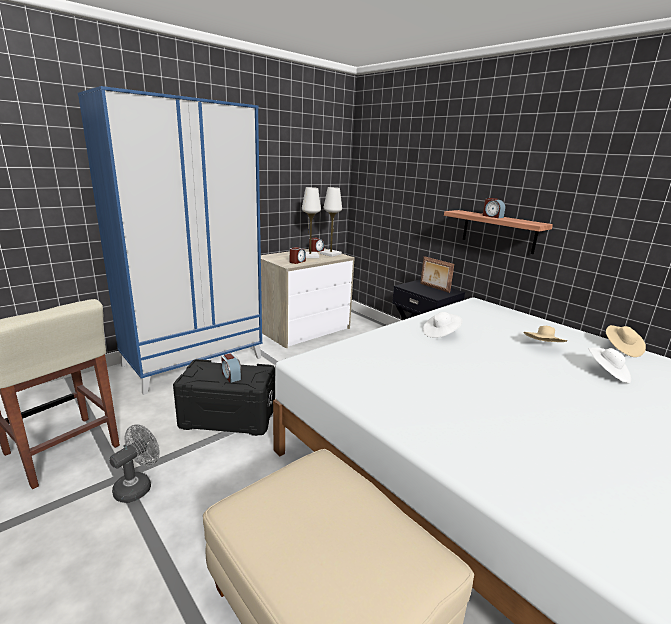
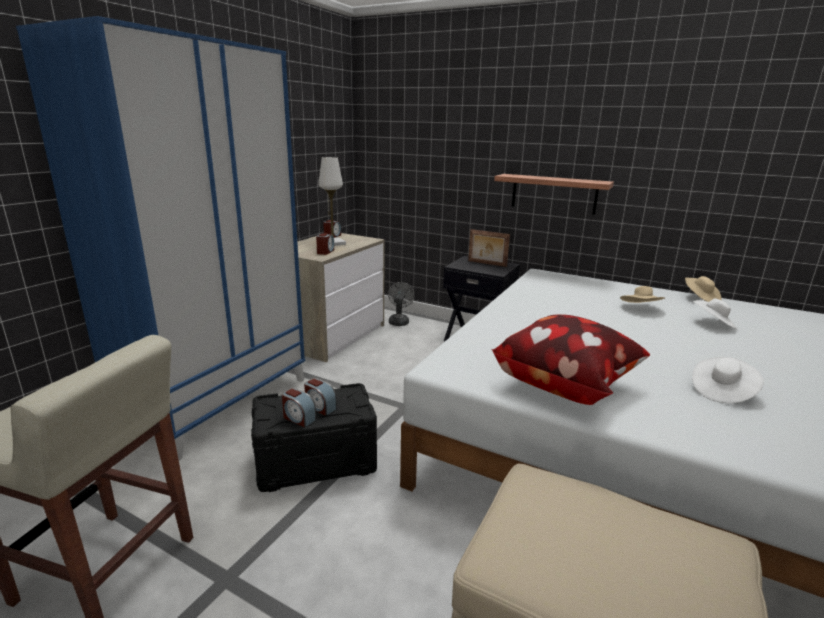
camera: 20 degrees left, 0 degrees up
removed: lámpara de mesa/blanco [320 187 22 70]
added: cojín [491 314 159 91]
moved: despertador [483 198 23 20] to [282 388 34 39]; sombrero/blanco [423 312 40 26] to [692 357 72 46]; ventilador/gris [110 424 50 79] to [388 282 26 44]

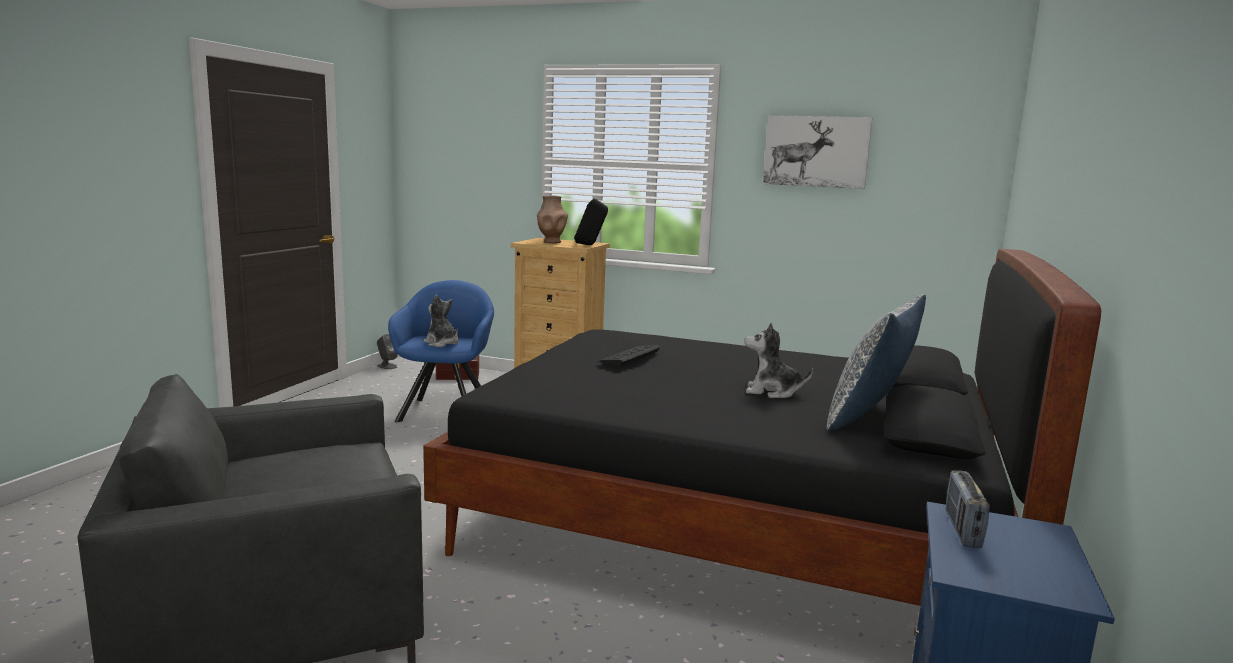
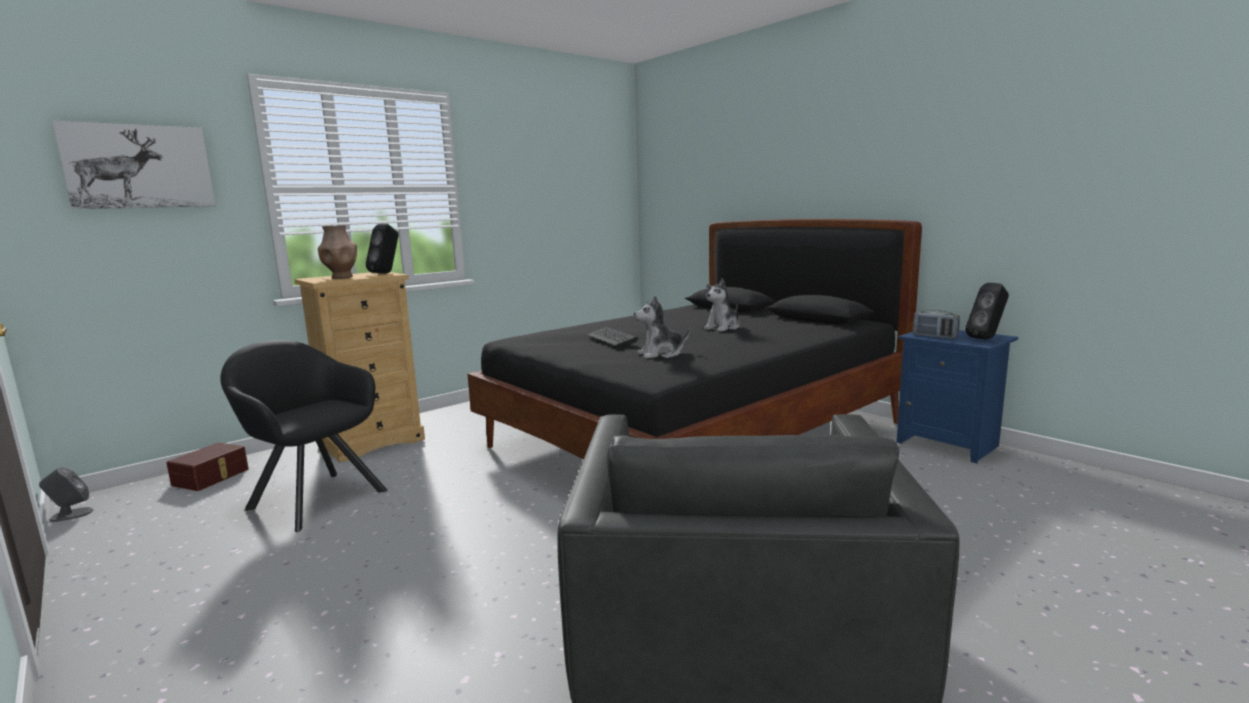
camera: 60 degrees left, 0 degrees up
removed: cojín [826 294 100 137]
added: altavoz/negro [965 283 44 56]
moved: cuadro [763 115 109 74] to [52 121 163 88]; peluche [423 294 36 53] to [634 295 56 64]
recoloured: sillón/azul [388 280 106 142] to sillón/negro [220 340 167 192]

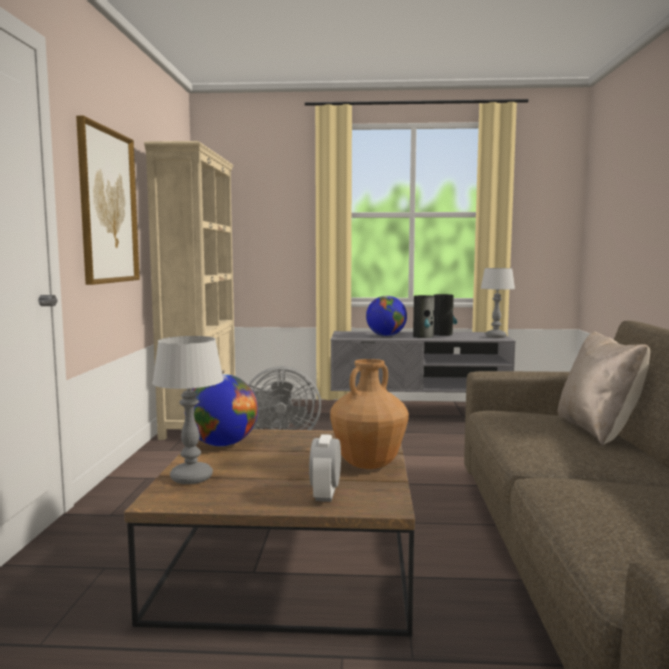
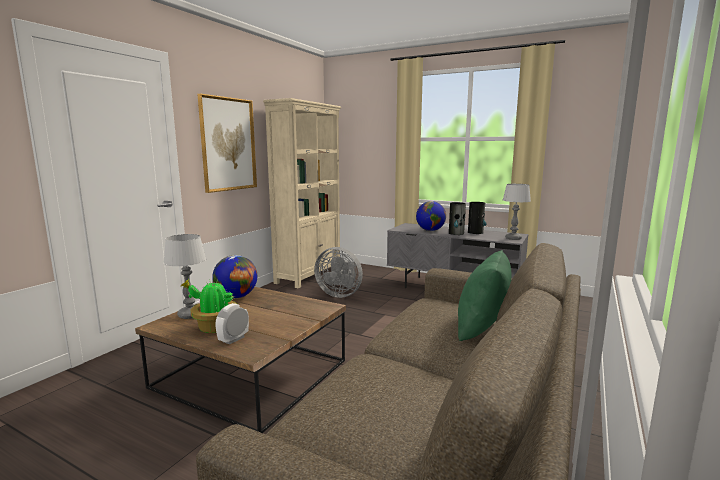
camera: 25 degrees right, 5 degrees up
removed: florero/marrón [330 359 79 110]
added: planta en maceta [181 279 56 54]
recoloured: cojín/beis [558 331 92 114] to cojín/verde [458 250 53 91]

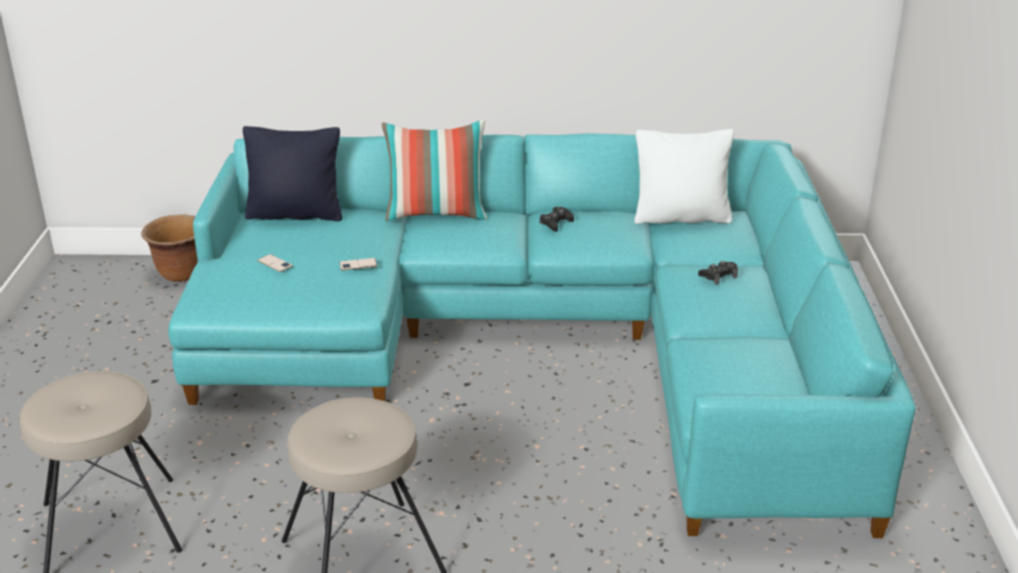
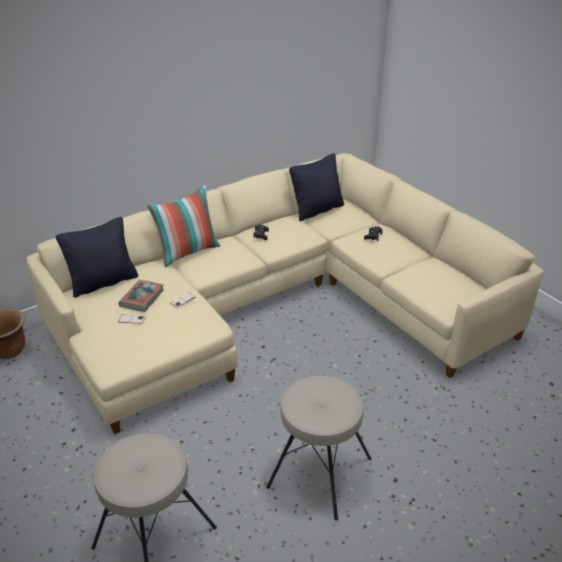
camera: 35 degrees left, 5 degrees up
added: libro [118 280 46 32]
recoloured: cojín/blanco [634 129 100 95] to cojín/negro [289 153 55 68]; sofá/turquesa [168 133 748 405] to sofá/beis [26 153 518 281]

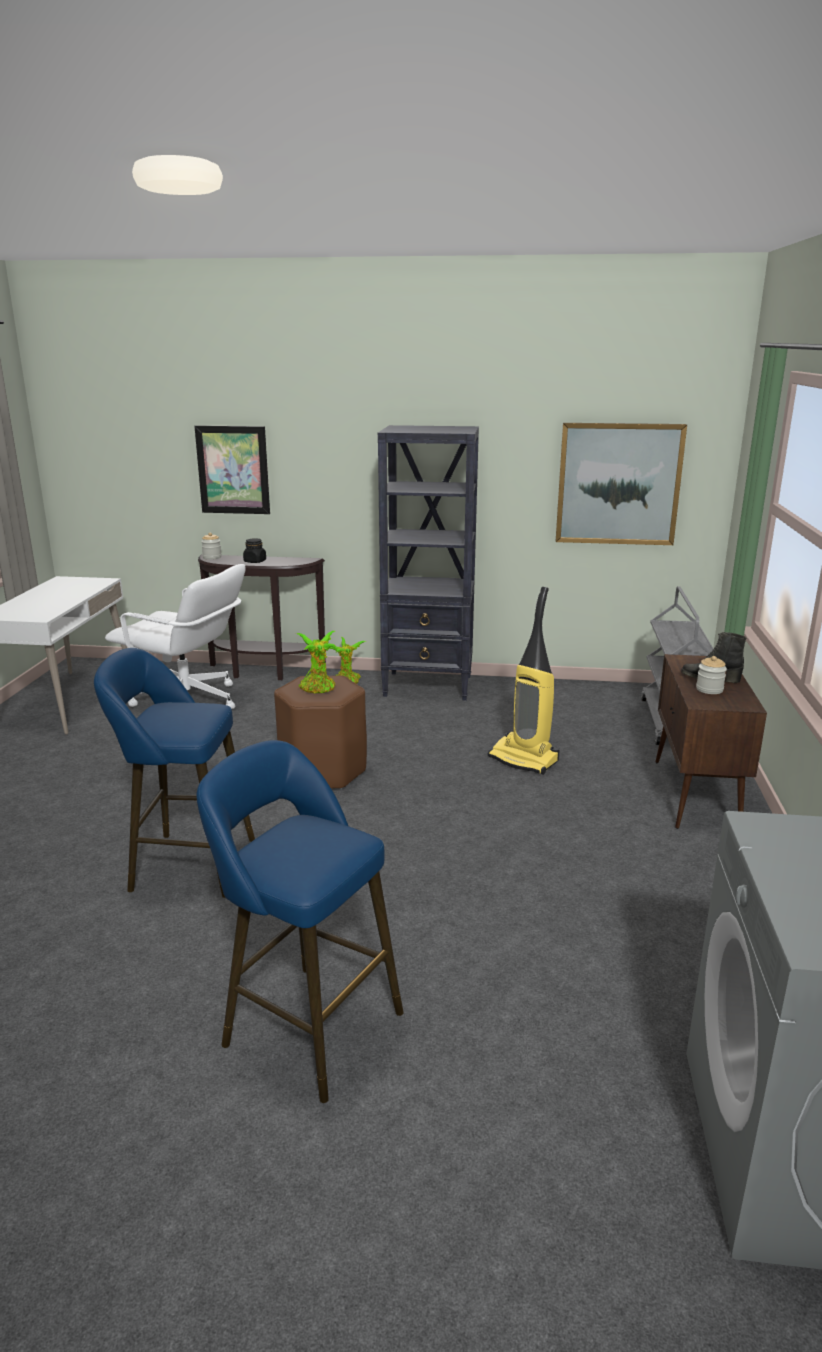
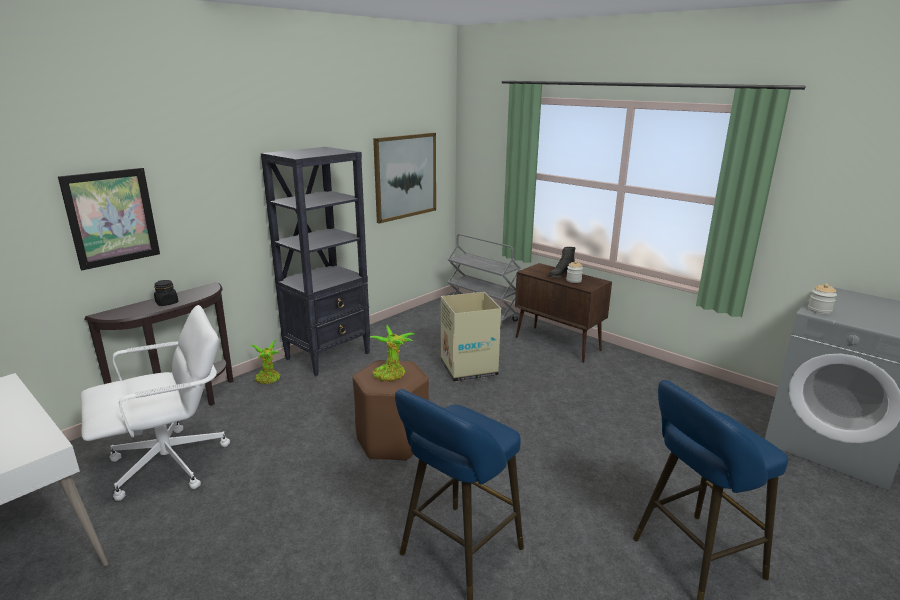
camera: 55 degrees left, 0 degrees up
moved: tarro [201 533 21 27] to [808 283 29 31]
replaced: aspiradora [488 587 72 188] to caja de cartón [441 292 60 90]

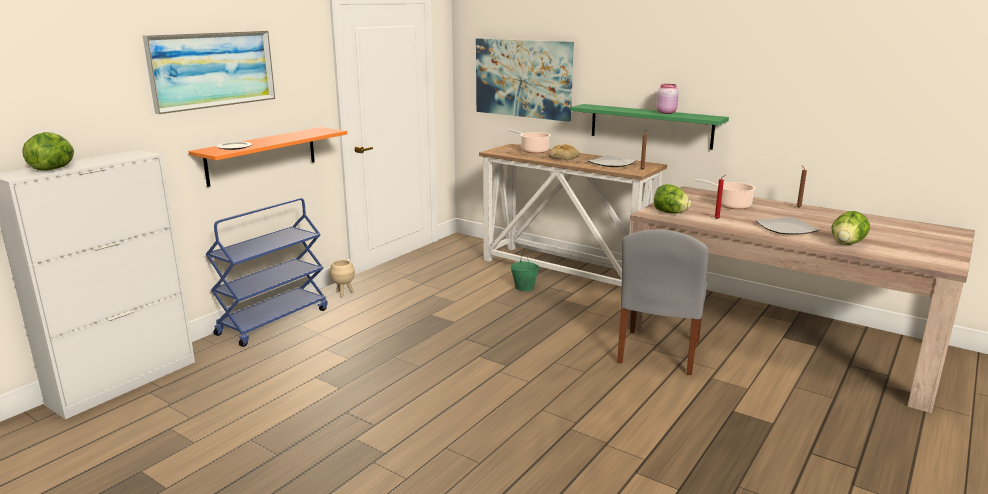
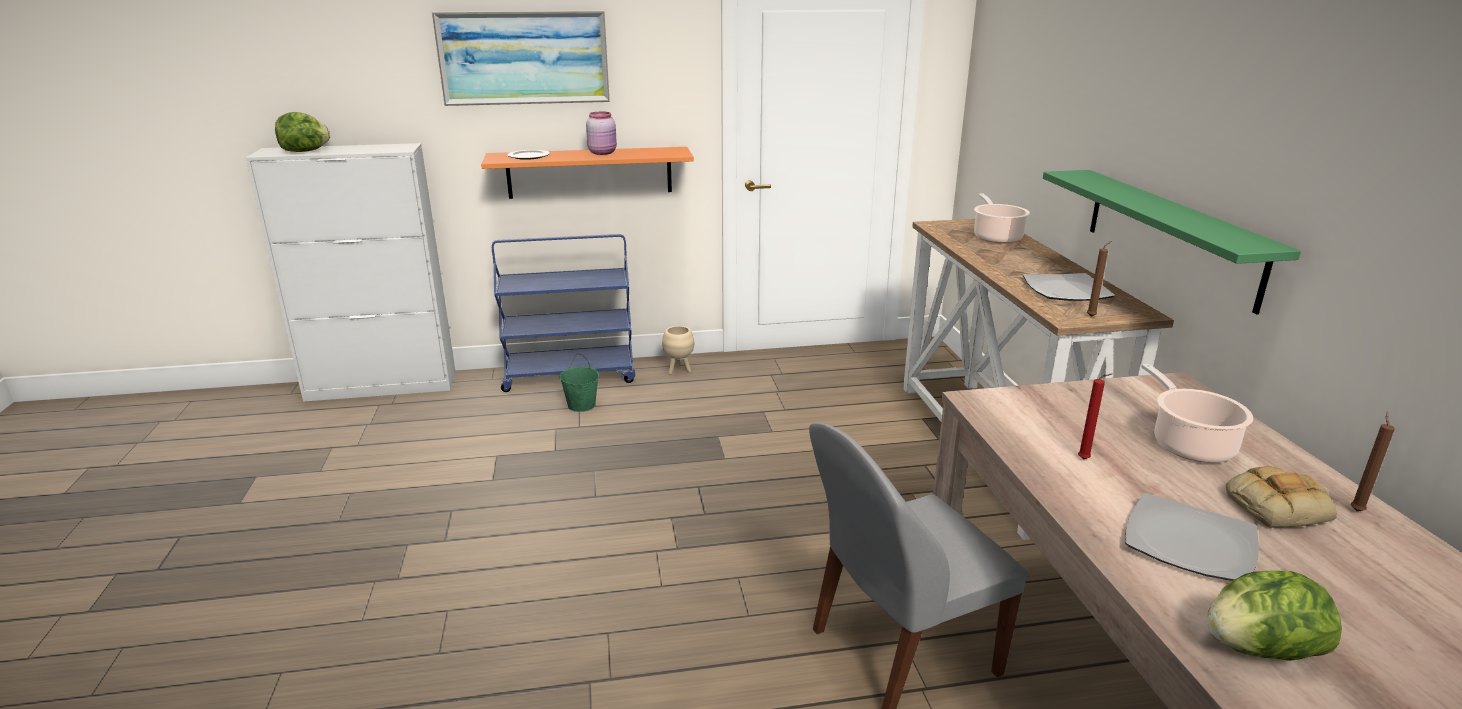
camera: 45 degrees right, 5 degrees up
removed: cuadro [476 38 98 84]; lechuga [654 184 37 30]
moved: tarro/rosa [656 84 23 30] to [586 112 31 43]; pan [549 144 31 16] to [1226 466 111 62]; cubo/verde [511 251 29 40] to [559 354 40 58]

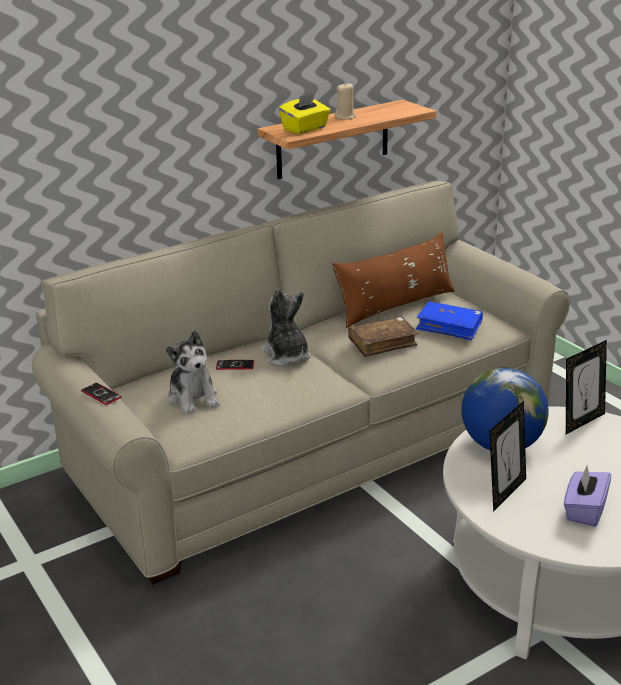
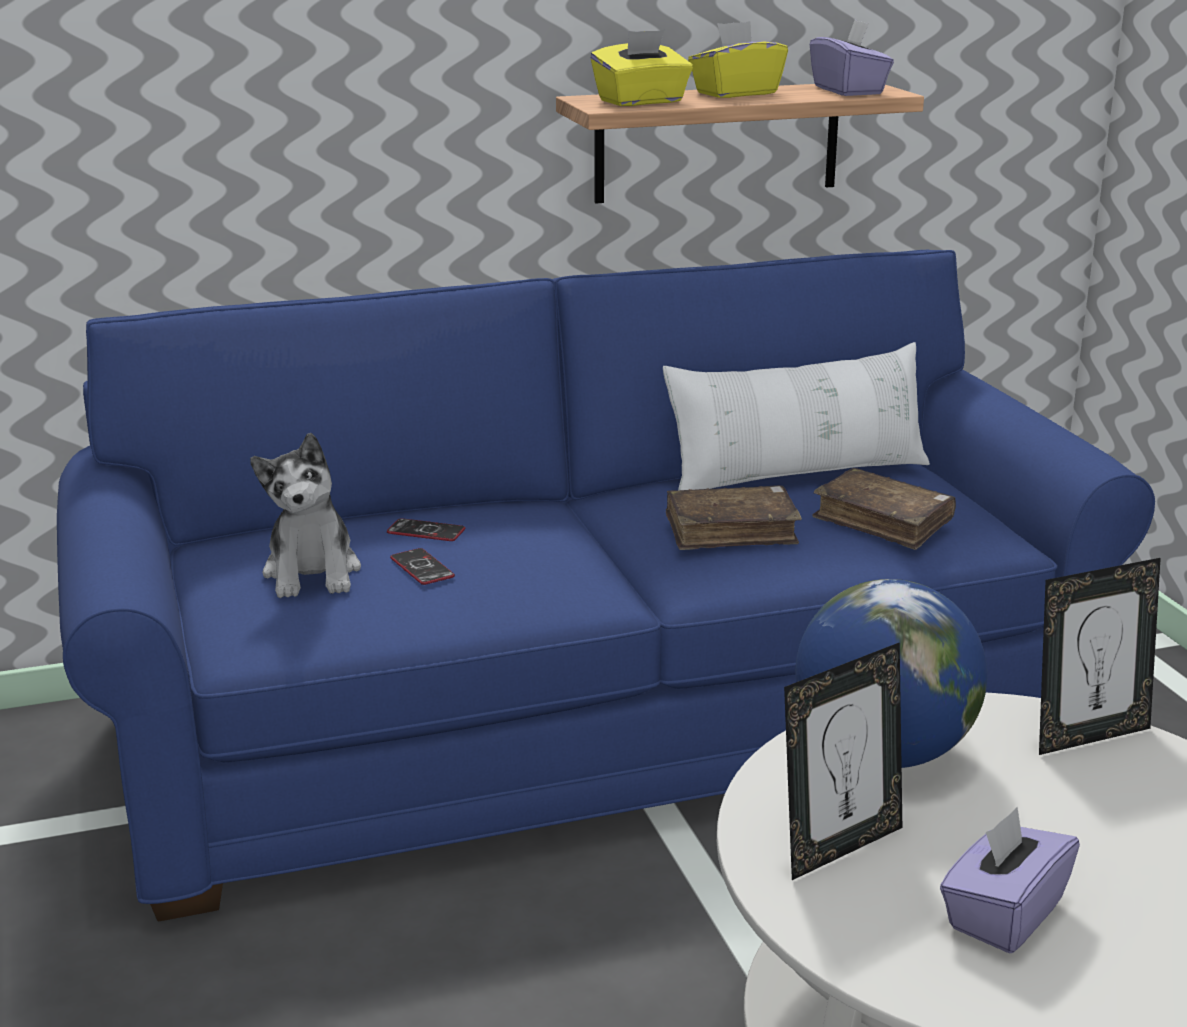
camera: 15 degrees right, 5 degrees down
removed: peluche [262 288 49 79]
added: caja de pañuelos/morado [810 20 84 76]
moved: móvil [81 383 40 22] to [390 548 65 37]
replaced: vela/beis [335 82 21 38] to caja de pañuelos/amarillo [688 21 100 77]
recoloured: sofá/beis [32 181 538 404] to sofá/azul [57 250 1098 672]; cojín/marrón [332 232 123 96] to cojín/blanco [663 342 267 148]; libro/azul [416 301 67 39] to libro/marrón [812 468 144 82]

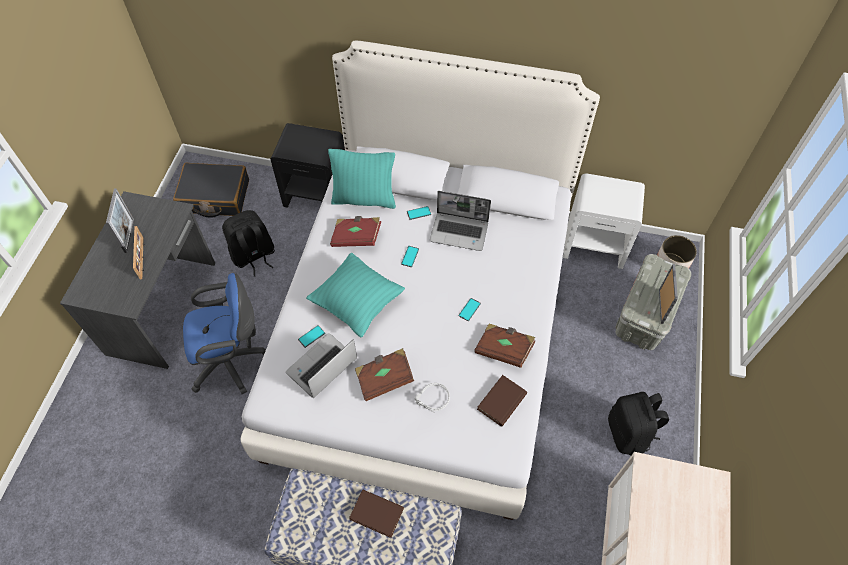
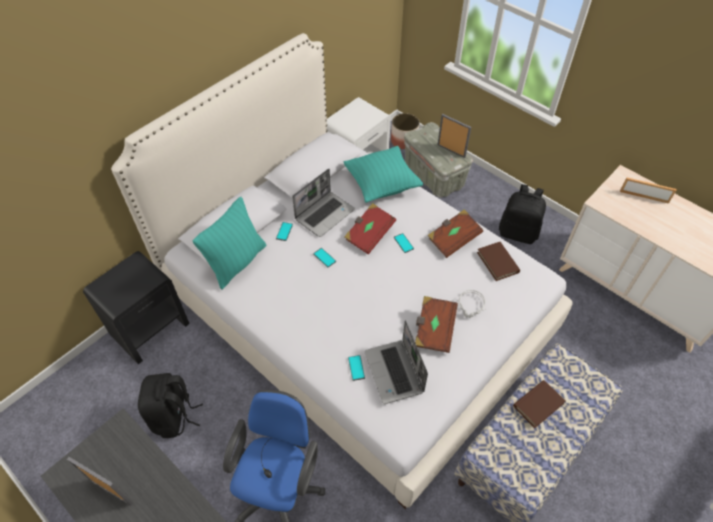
camera: 60 degrees left, 5 degrees down
removed: maleta/negro [173 163 76 55]
moved: libro/rojo [330 216 51 31] to [344 203 52 51]; portarretratos [133 226 12 53] to [620 177 57 27]; cojín/turquesa [306 252 99 85] to [343 146 80 57]

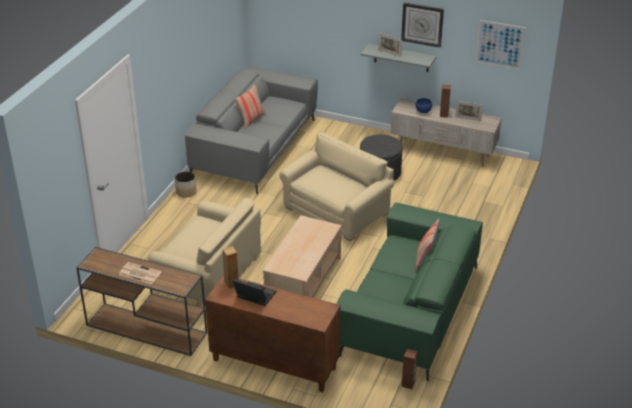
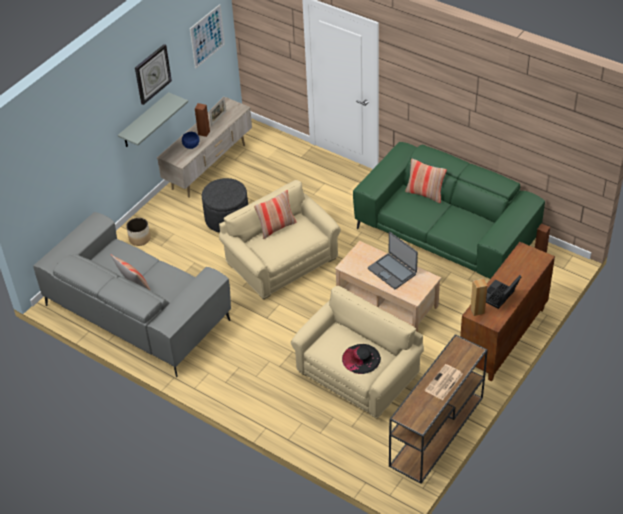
camera: 75 degrees left, 10 degrees up
removed: portarretratos [378 33 24 23]
added: cojín [254 190 42 49]; portátil [368 232 50 57]; sombrero/negro [342 344 39 30]
moved: maceta [175 171 22 27] to [126 218 25 28]

